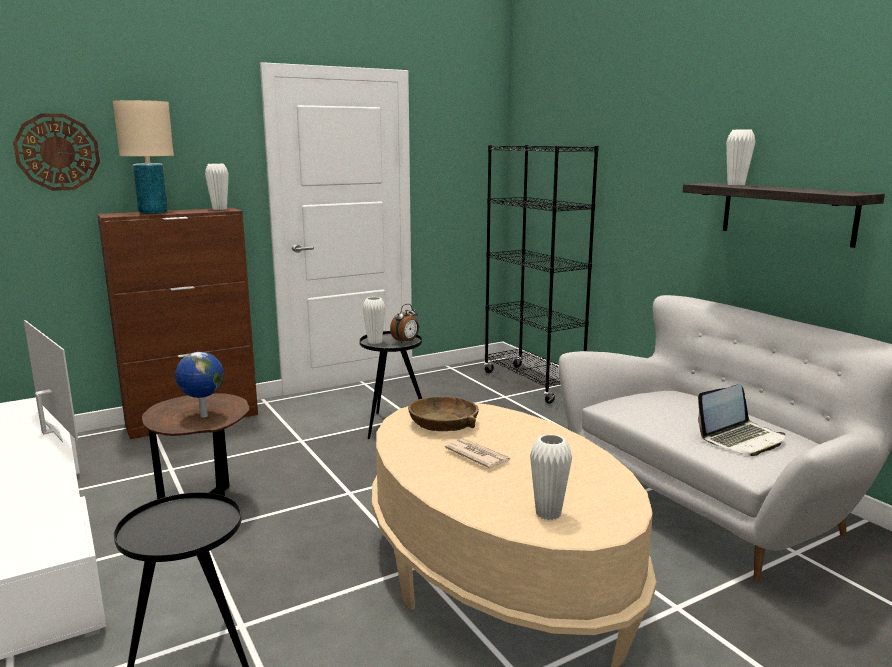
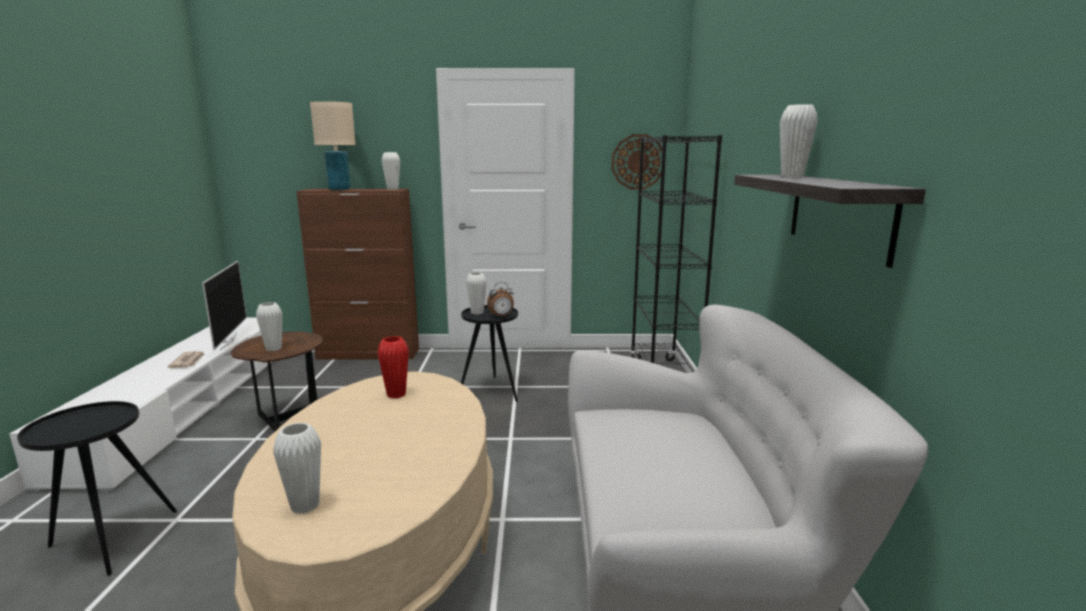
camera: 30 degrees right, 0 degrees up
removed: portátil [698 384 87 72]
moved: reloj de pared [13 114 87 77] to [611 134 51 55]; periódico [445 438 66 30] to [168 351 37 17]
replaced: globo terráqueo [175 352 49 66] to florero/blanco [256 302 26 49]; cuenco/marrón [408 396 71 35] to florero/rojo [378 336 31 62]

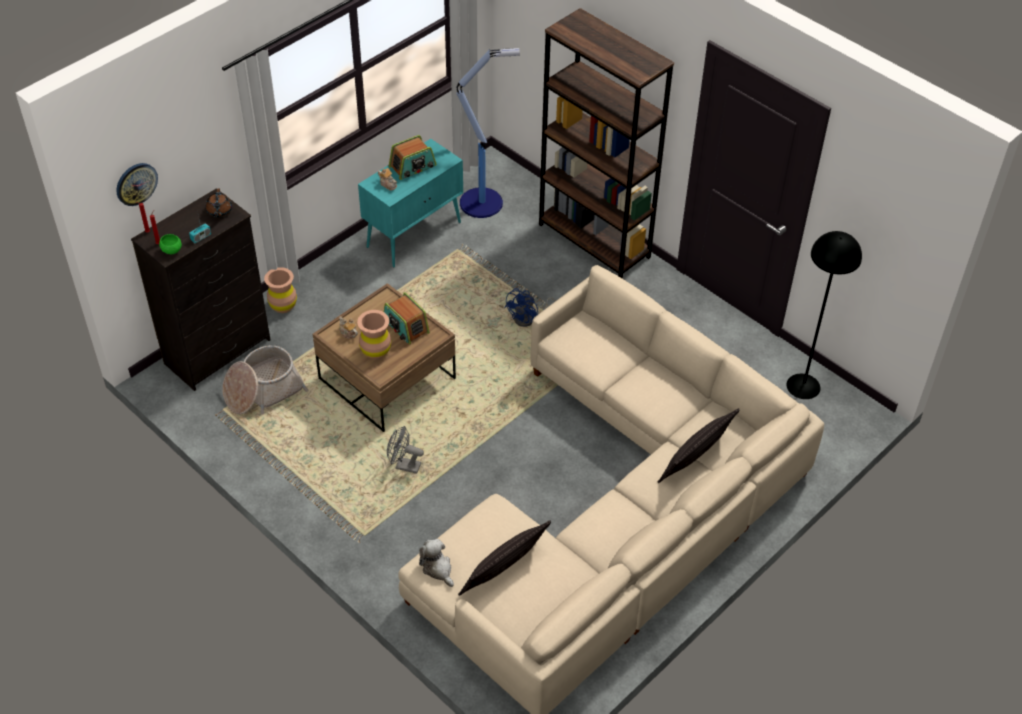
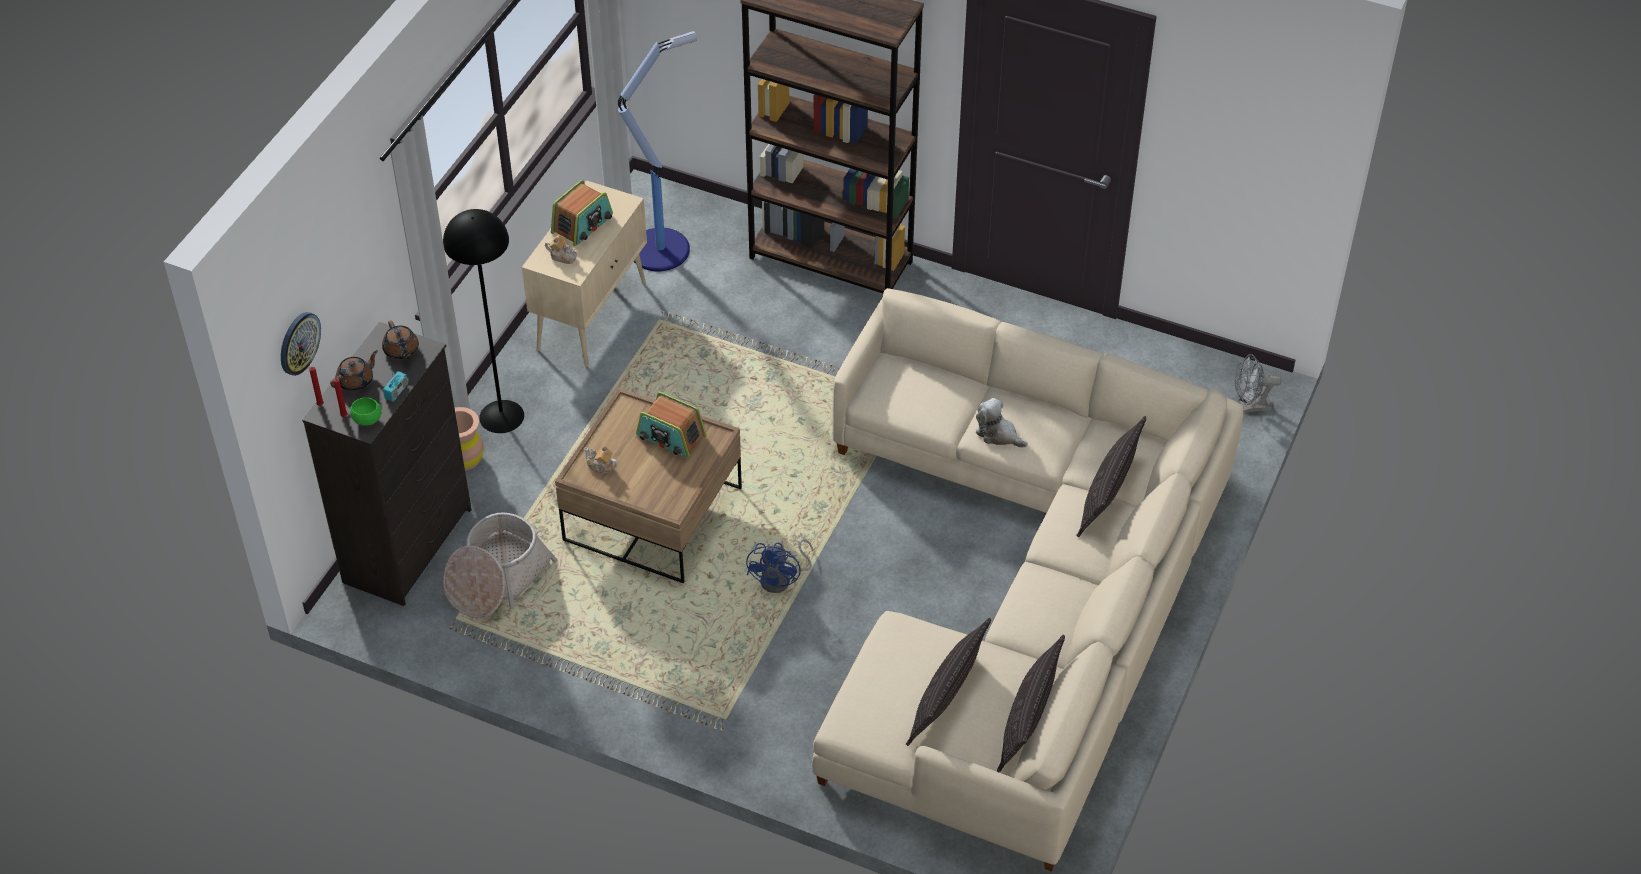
camera: 20 degrees left, 0 degrees up
removed: florero/marrón [357 310 34 49]
added: tetera/marrón [330 350 48 41]; cojín [997 635 68 138]
moved: lámpara de pie/negro [786 231 76 168] to [443 209 81 224]; ventilador/azul [504 288 52 39] to [746 539 67 54]; ventilador/gris [387 426 37 48] to [1235 354 47 58]; peluche [419 539 35 48] to [976 398 52 50]
recoloured: armario/turquesa [358 139 105 128] to armario/beis [522 181 125 186]

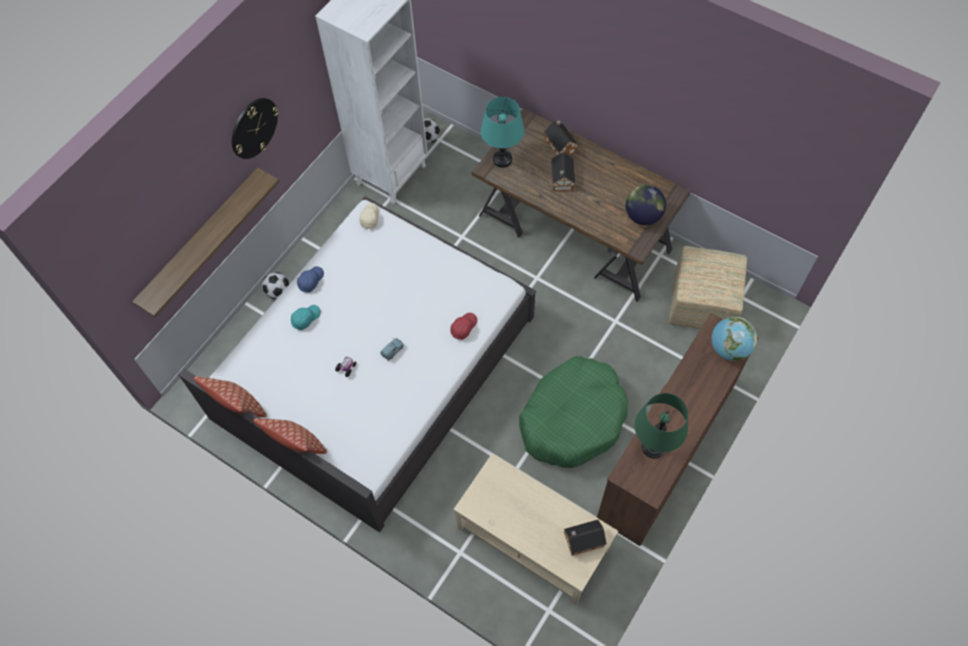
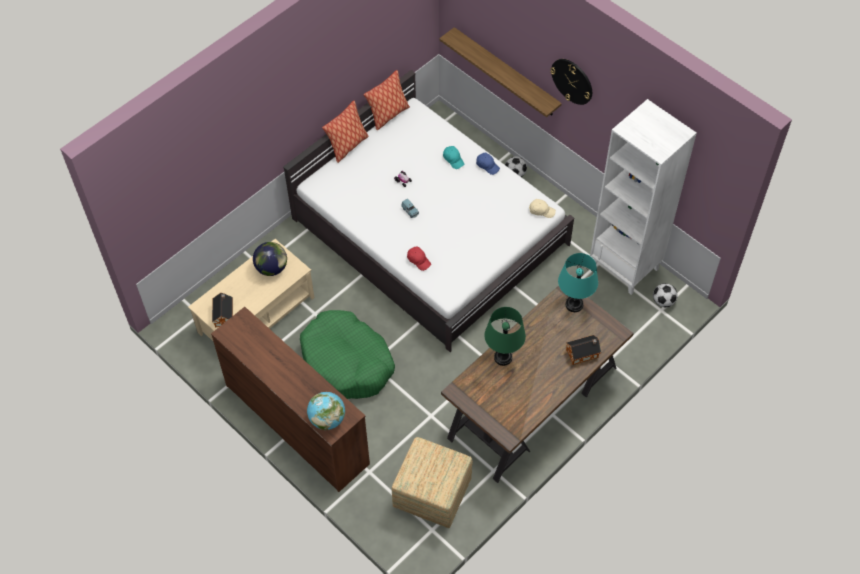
camera: 100 degrees right, 5 degrees down
removed: casita [551 152 24 39]
moved: globo terráqueo [625 185 41 40] to [253 242 34 34]; lámpara de mesa/verde [635 393 53 65] to [484 307 42 59]

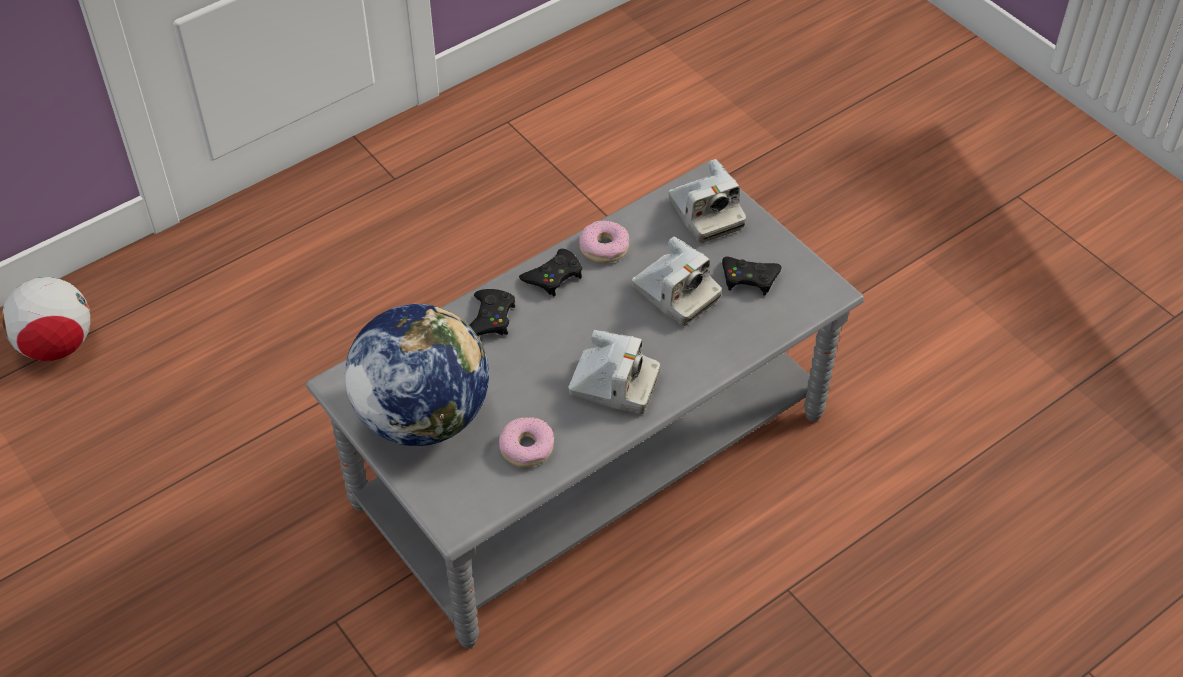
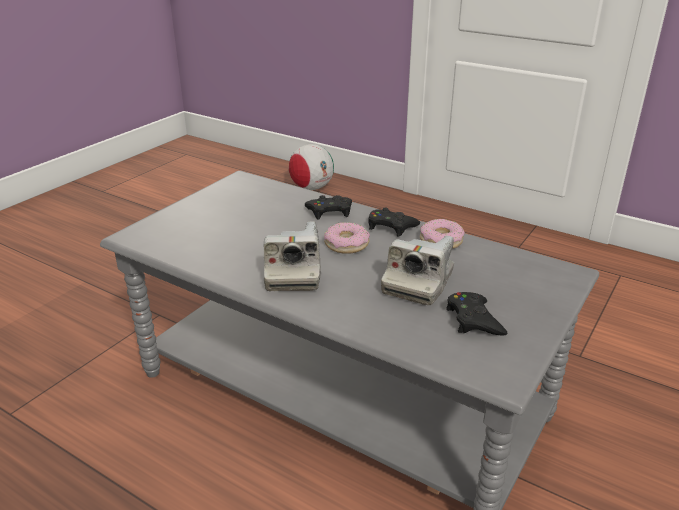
camera: 70 degrees right, 20 degrees down
removed: cámara [669 159 77 84]; globo terráqueo [345 304 144 142]
moved: rosquilla [499 418 55 49] to [324 222 46 32]

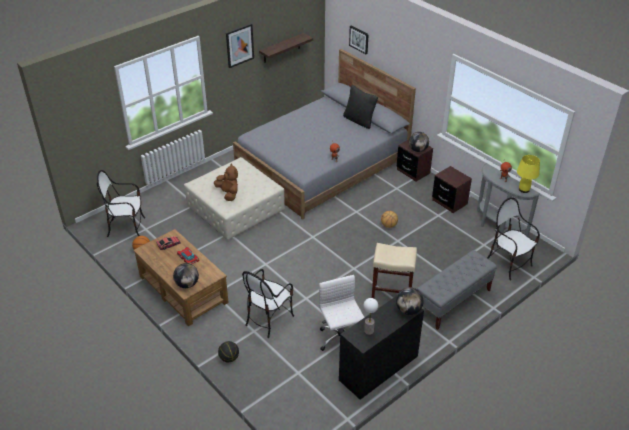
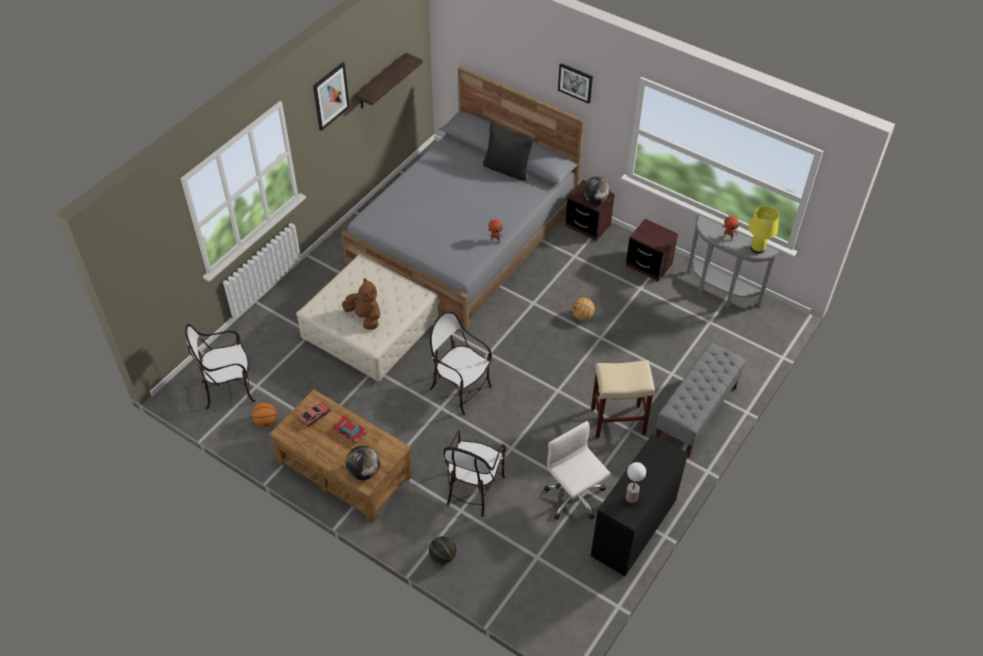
camera: 15 degrees left, 10 degrees up
removed: globo terráqueo [396 287 28 28]
moved: cuadro [349 26 20 28] to [558 63 35 41]; silla [487 198 53 82] to [430 311 62 104]

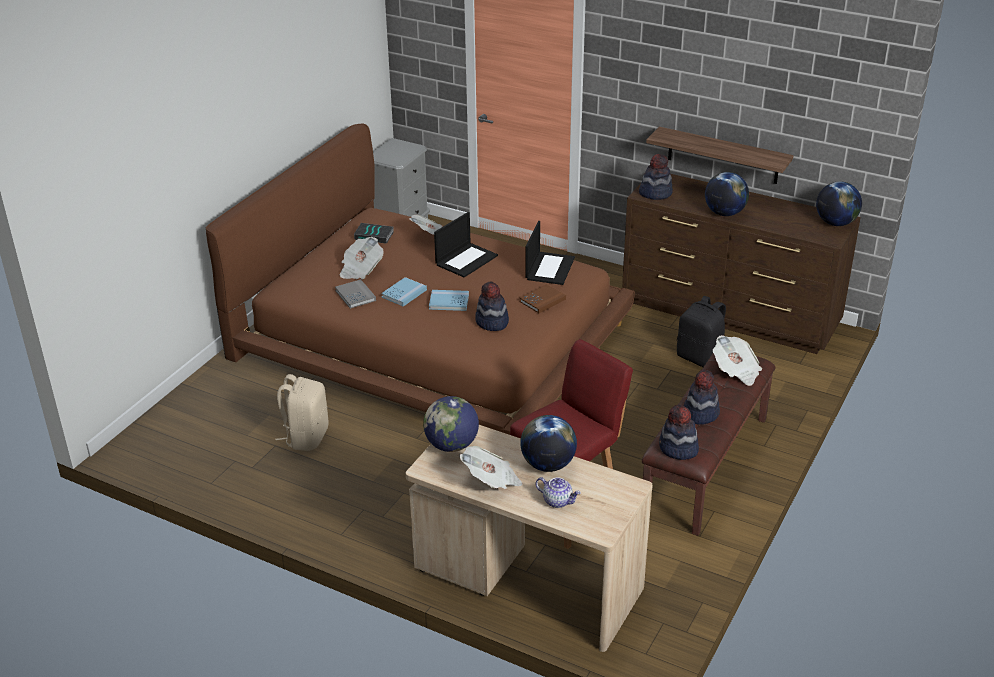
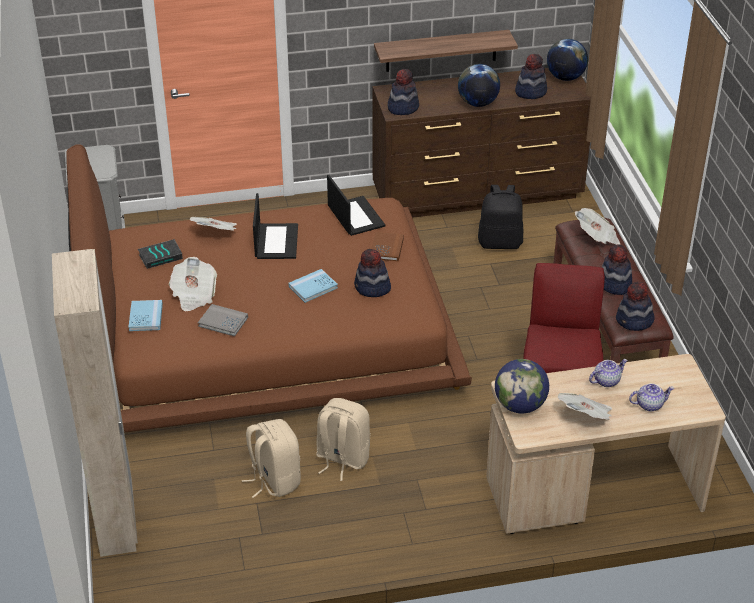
camera: 40 degrees left, 5 degrees up
added: sombrero [515 54 32 45]; armario ropero/beis [52 249 86 308]; mochila/beis [316 398 55 83]
moved: libro/azul [381 277 46 30] to [129 300 34 31]
replaced: globo terráqueo [520 415 57 57] to tetera [589 359 39 28]

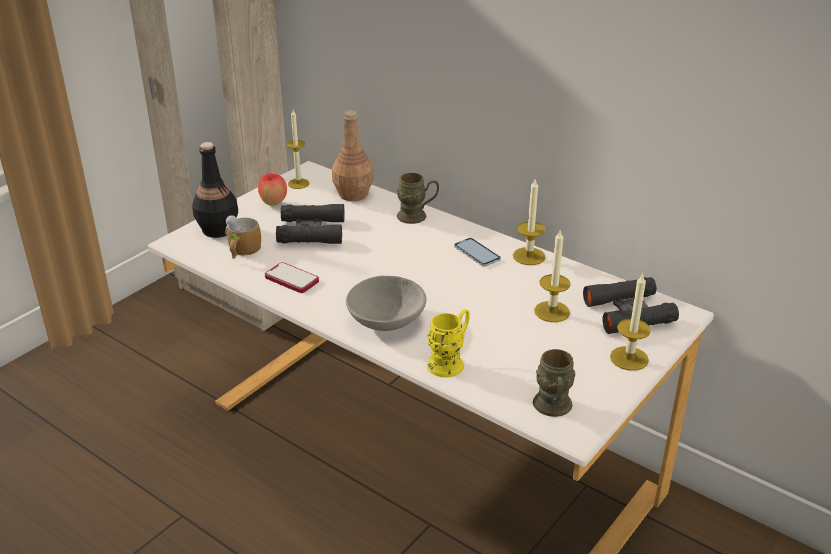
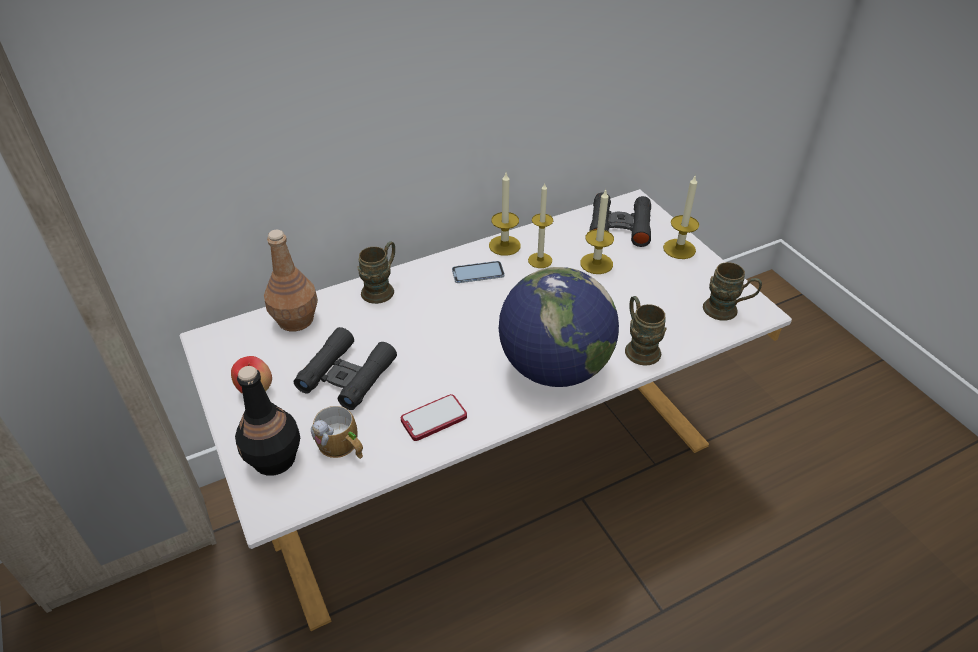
camera: 65 degrees left, 10 degrees up
moved: vela [286 110 23 79] to [528 182 25 86]
replaced: cuenco/gris [346 276 80 55] to globo terráqueo [499 267 120 120]
recoloured: taza grande/amarillo [427 309 43 68] to taza grande/marrón [625 296 41 69]

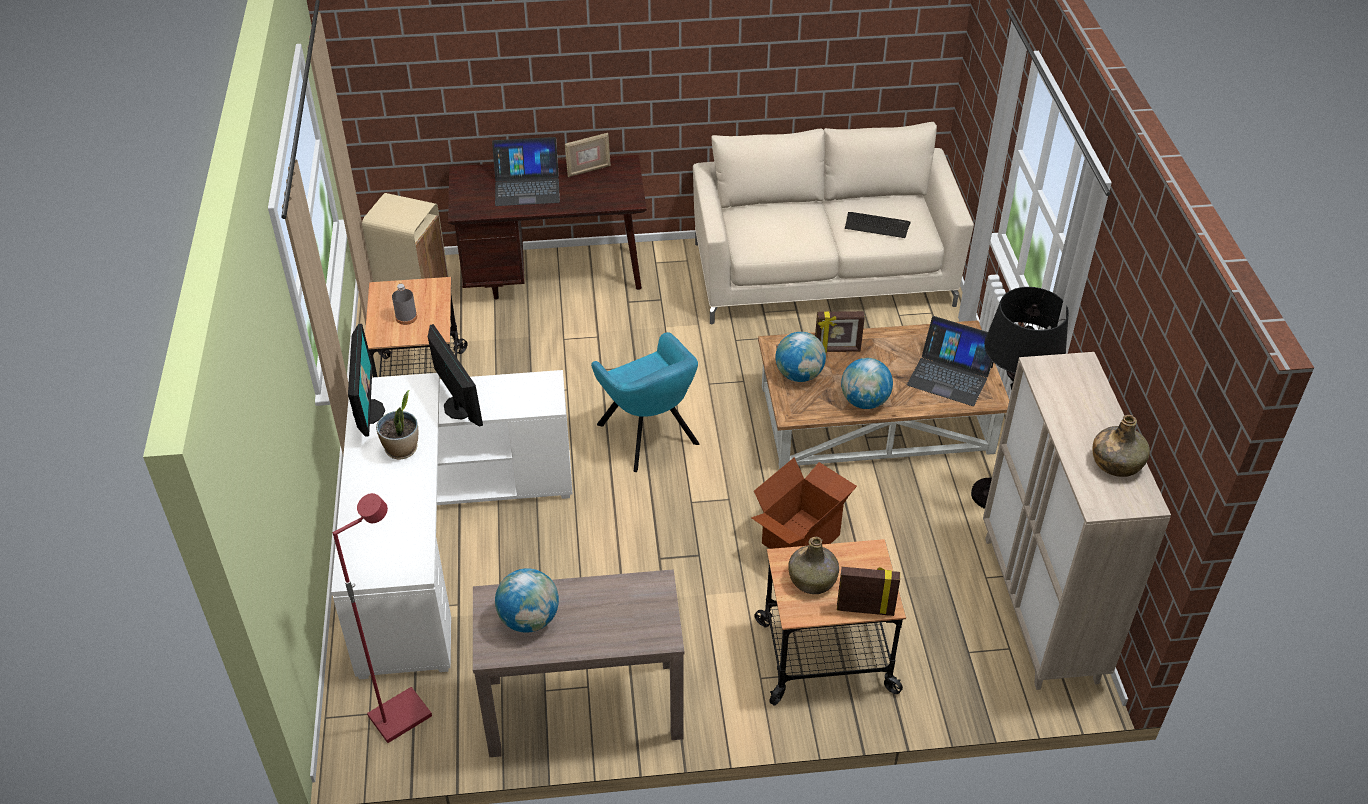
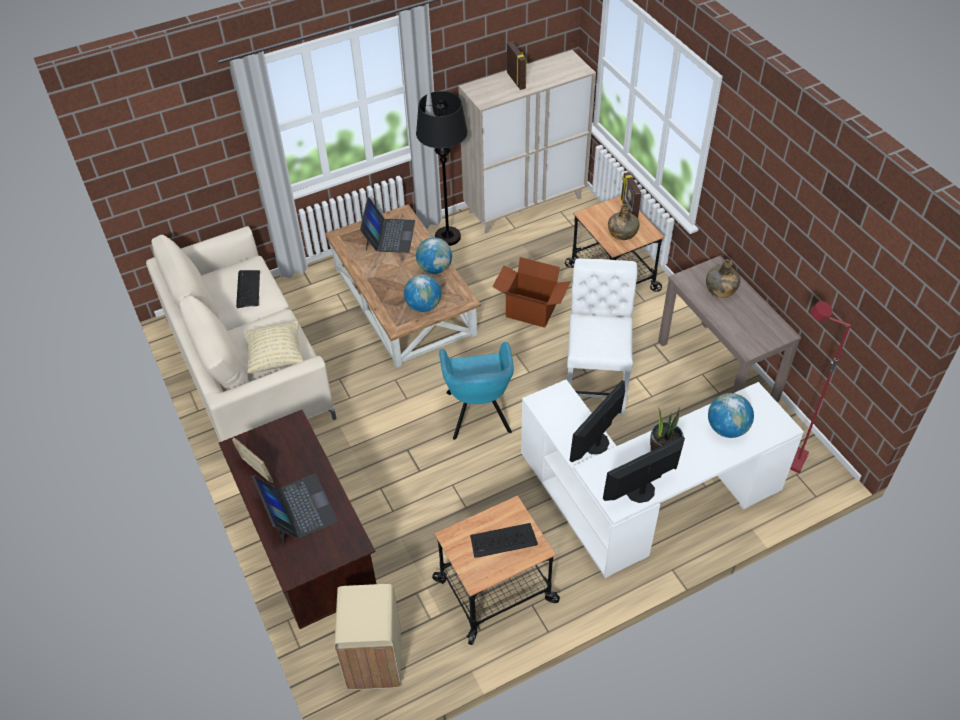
camera: 110 degrees left, 5 degrees up
added: silla/blanco [567 258 70 157]; cojín/beis [244 321 59 52]
moved: portarretratos [815 311 50 42] to [507 42 20 48]; botella/verde [1093 415 57 62] to [706 259 34 39]; globo terráqueo [495 568 64 65] to [708 393 46 45]
replaced: botella/gris [392 284 25 41] to teclado [470 523 68 35]
turned: sillón/turquesa [591 332 108 140] = [439 342 75 98] 135 degrees clockwise

